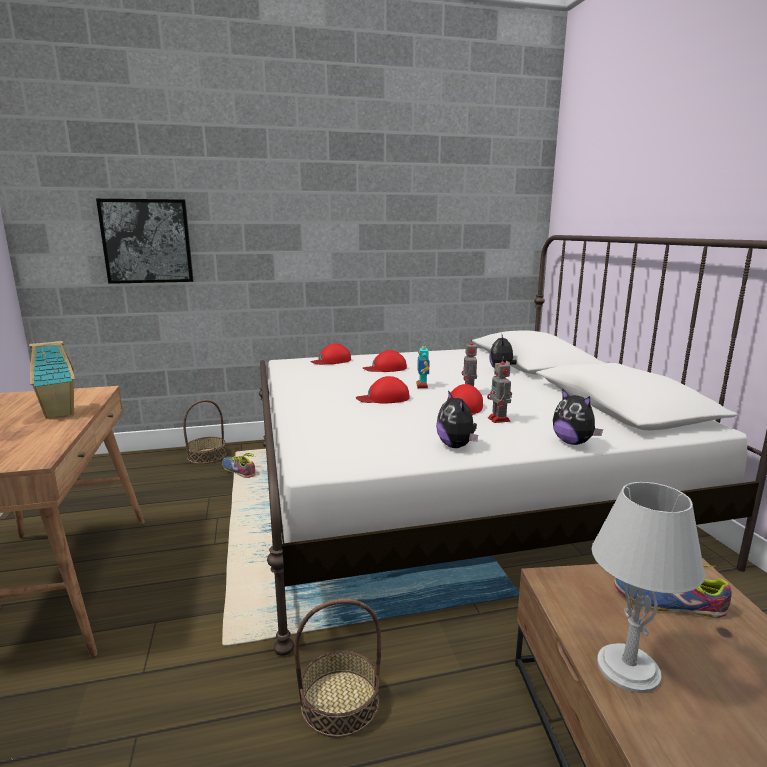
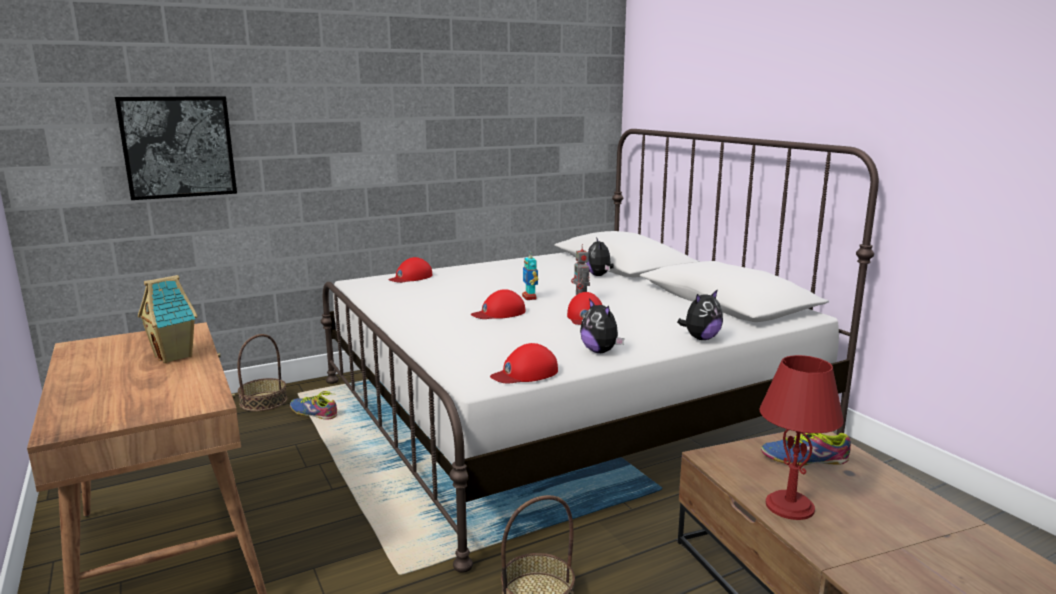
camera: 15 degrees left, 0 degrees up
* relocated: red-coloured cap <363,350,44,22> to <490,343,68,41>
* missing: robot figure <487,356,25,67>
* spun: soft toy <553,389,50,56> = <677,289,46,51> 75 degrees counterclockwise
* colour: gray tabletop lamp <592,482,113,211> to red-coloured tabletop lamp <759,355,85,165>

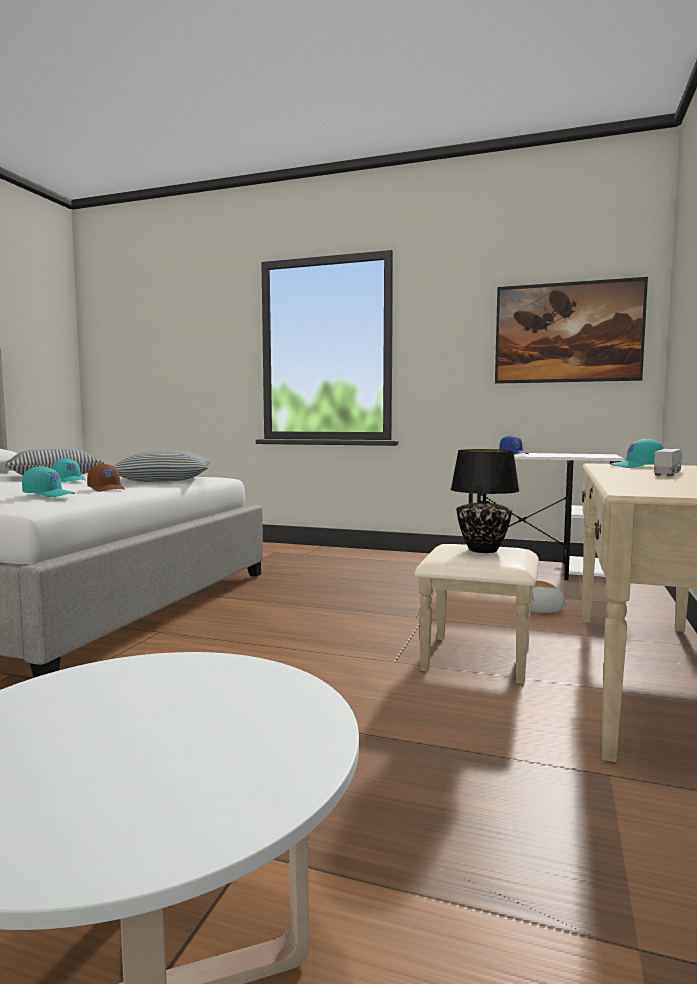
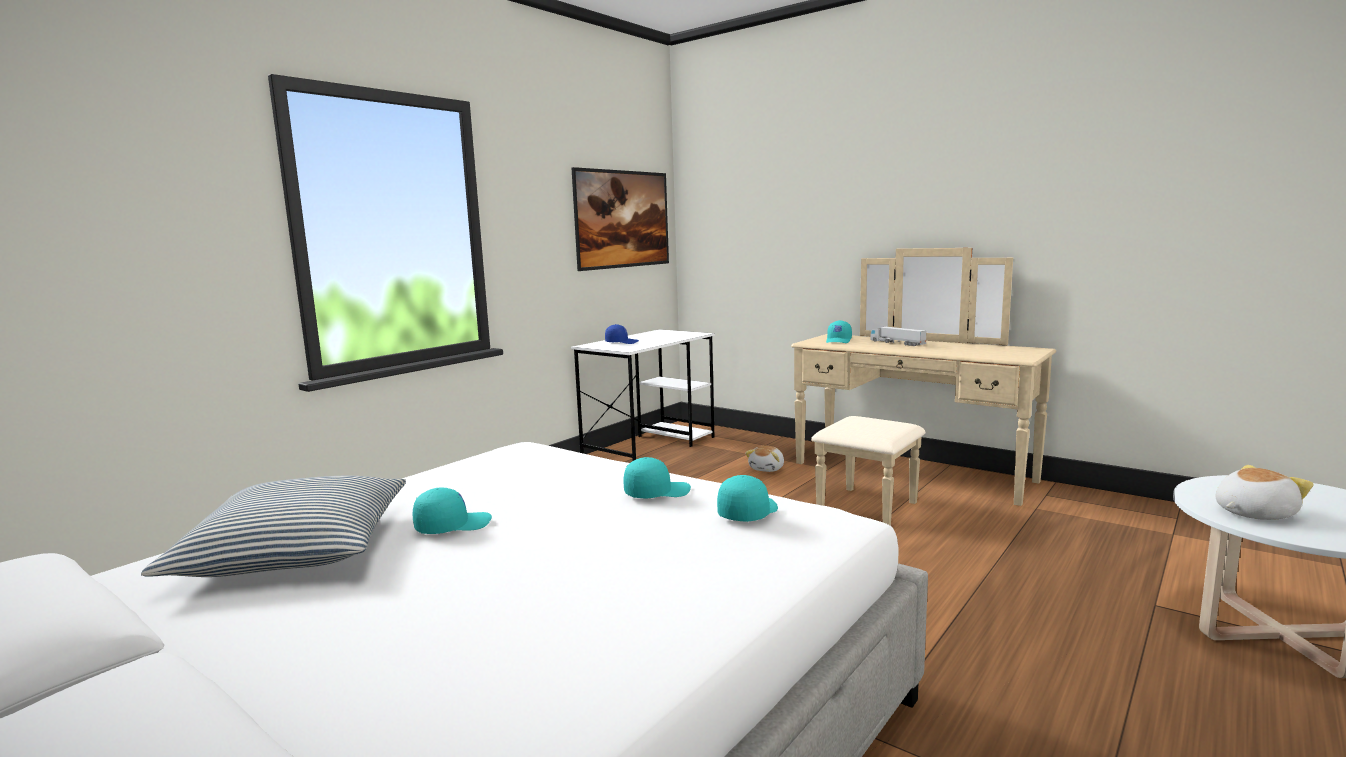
camera: 70 degrees left, 5 degrees up
* missing: blackish tabletop lamp <451,449,69,104>
* missing: pillow <113,450,97,32>
* colour: brown cap <87,463,38,29> to turquoise cap <623,457,68,41>
* appeared: soft toy <1215,465,99,55>

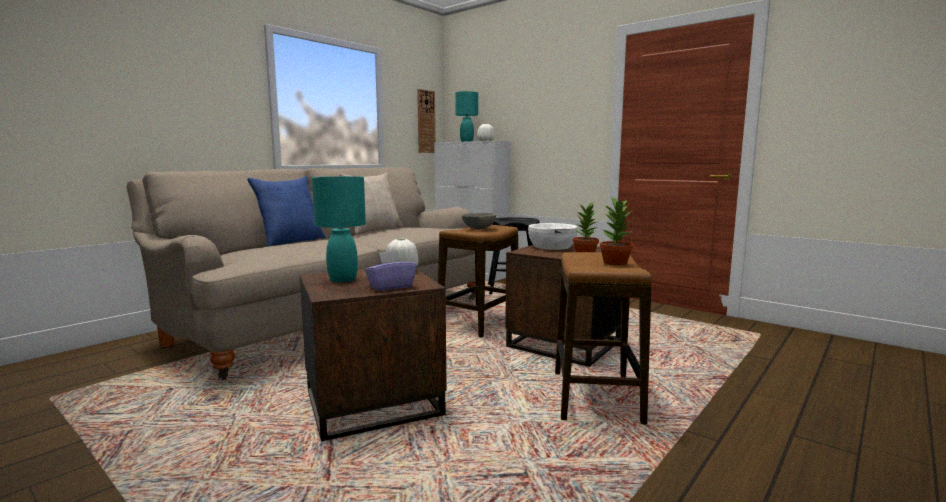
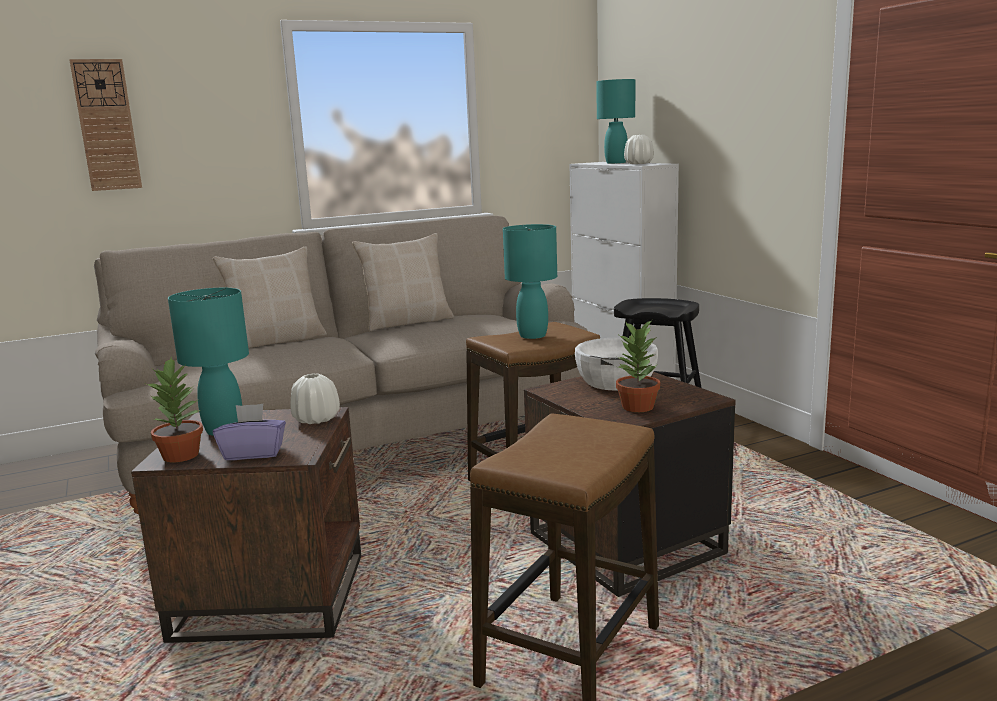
camera: 25 degrees right, 5 degrees up
* relocated: clock on the wall <417,89,19,64> to <69,59,73,132>
* colour: bluish pillow <247,176,78,71> to beige pillow <213,246,114,102>
* relocated: plant in a pot <600,196,33,69> to <147,357,56,105>
* exchanged: gray deep dish <462,213,34,16> to turquoise tabletop lamp <503,224,54,115>

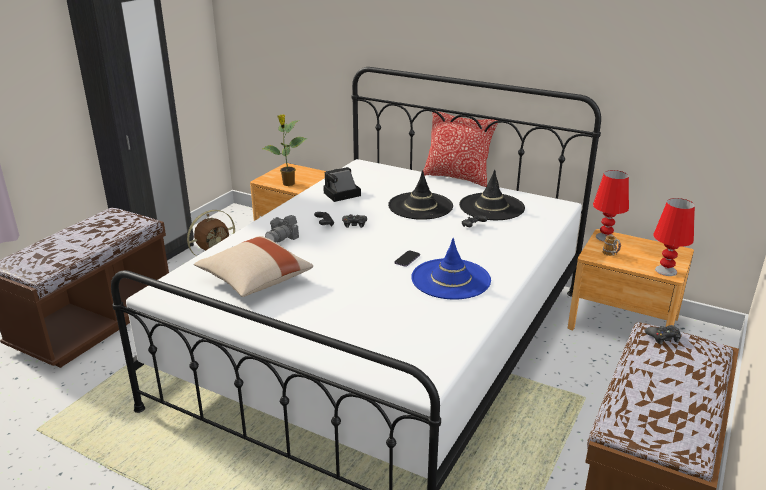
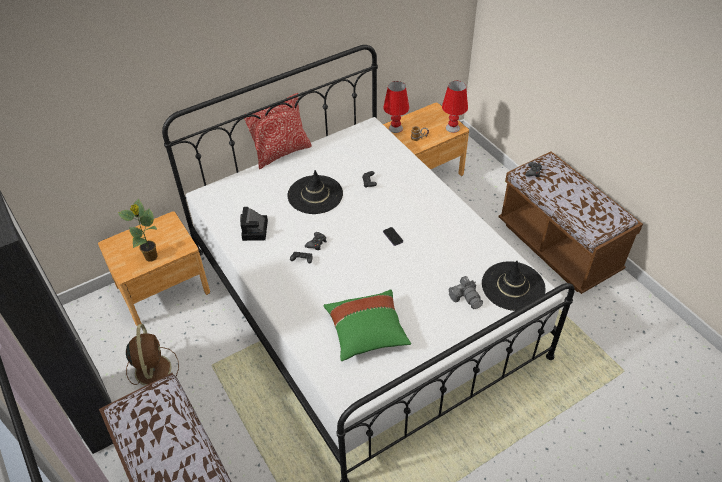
camera: 60 degrees left, 20 degrees up
* relocated: blackish clothing hat <459,169,66,51> to <482,261,63,50>
* relocated: still camera <265,215,34,28> to <448,276,35,33>
* colour: beige pillow <194,236,119,61> to greenish pillow <323,289,88,72>
* missing: bluish clothing hat <411,238,80,62>

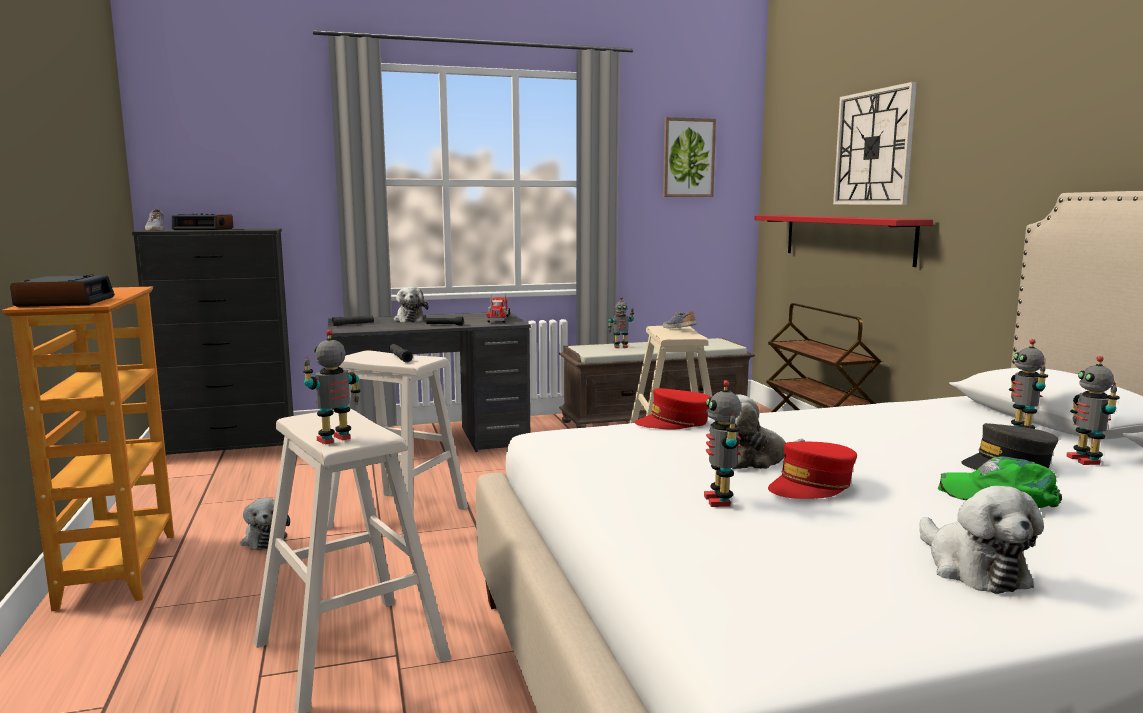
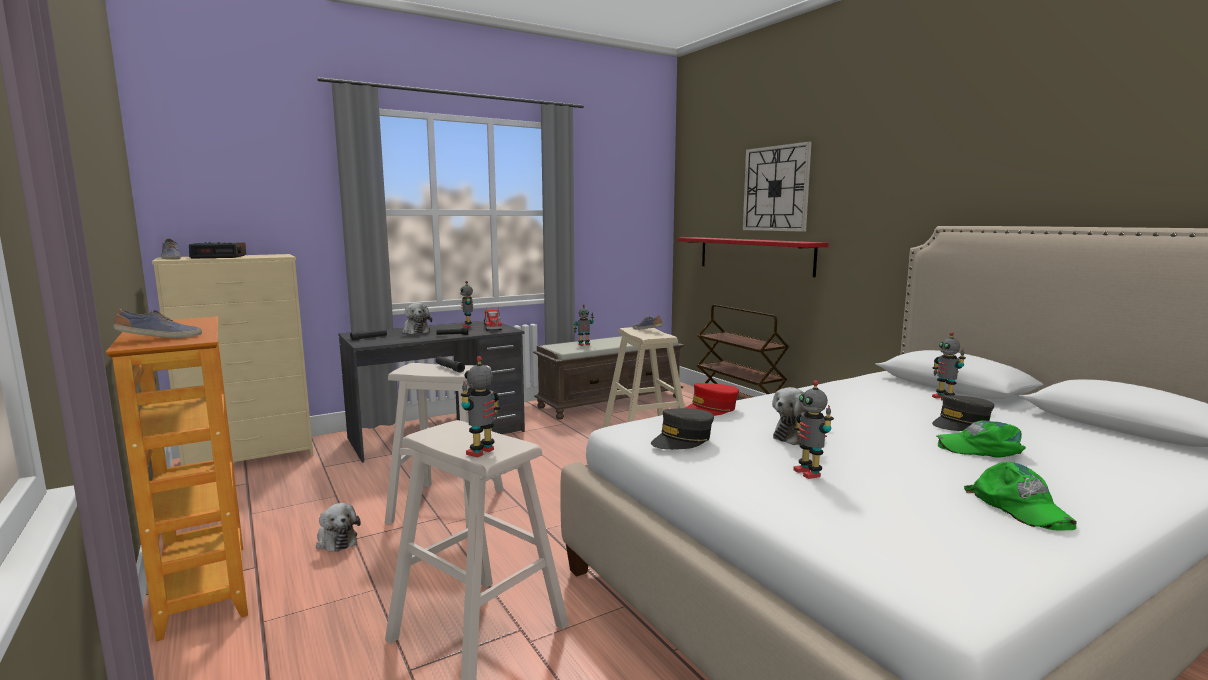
camera: 15 degrees left, 0 degrees up
* missing: picture <663,117,53,80>
* colour: blackish drawer chest <132,228,162,227> to beige drawer chest <152,254,161,212>
* exchanged: alarm clock <10,274,105,33> to shoe <113,309,89,29>
* relocated: robot figure <1066,356,54,109> to <460,281,13,46>
* missing: red-coloured cap <768,442,89,57>
* exchanged: soft toy <919,486,125,108> to greenish cap <964,462,113,69>
* appeared: gray cap <651,408,63,42>

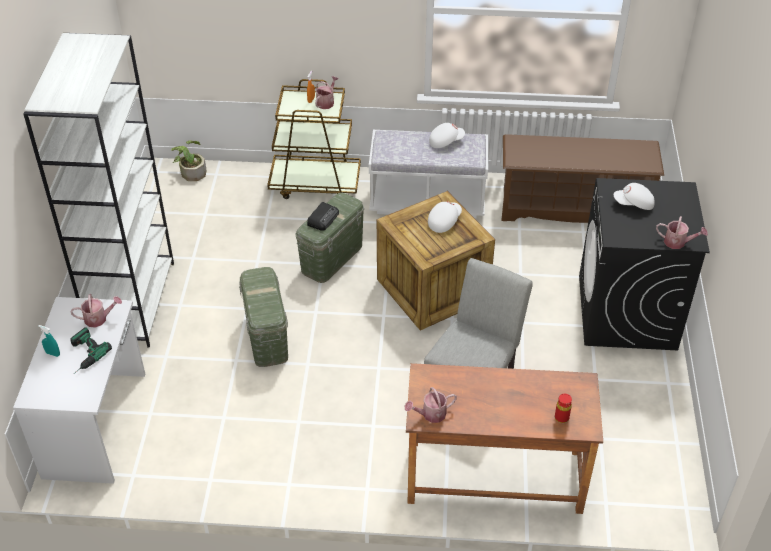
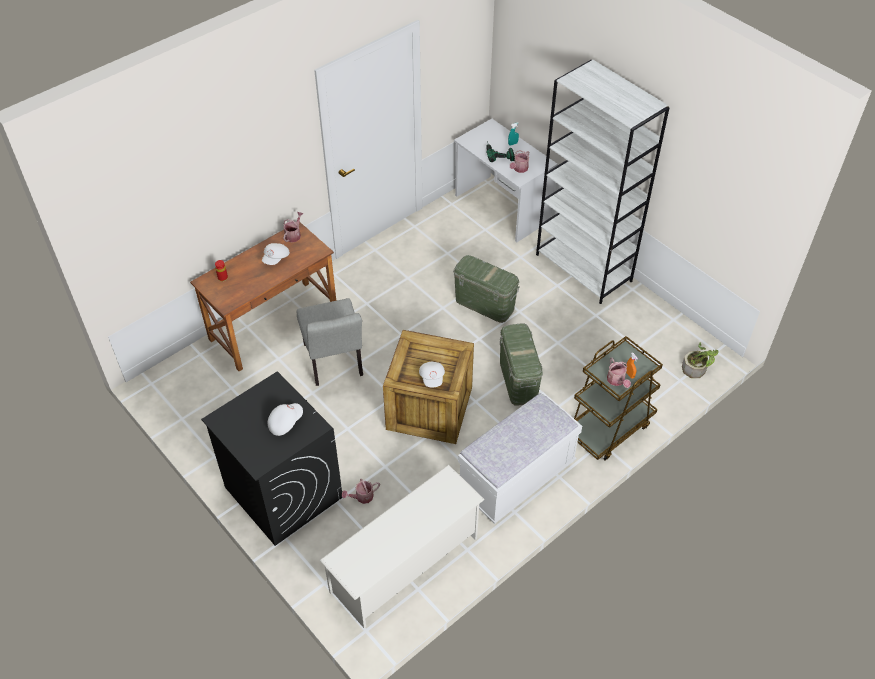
camera: 135 degrees right, 5 degrees up
* relocated: whitish cap <429,123,36,25> to <262,243,28,22>
* colour: brown shoe shelf <501,134,163,89> to whitish shoe shelf <320,465,165,163>
* missing: radio <307,202,32,29>
* relocated: watering can <656,216,52,33> to <342,479,38,25>

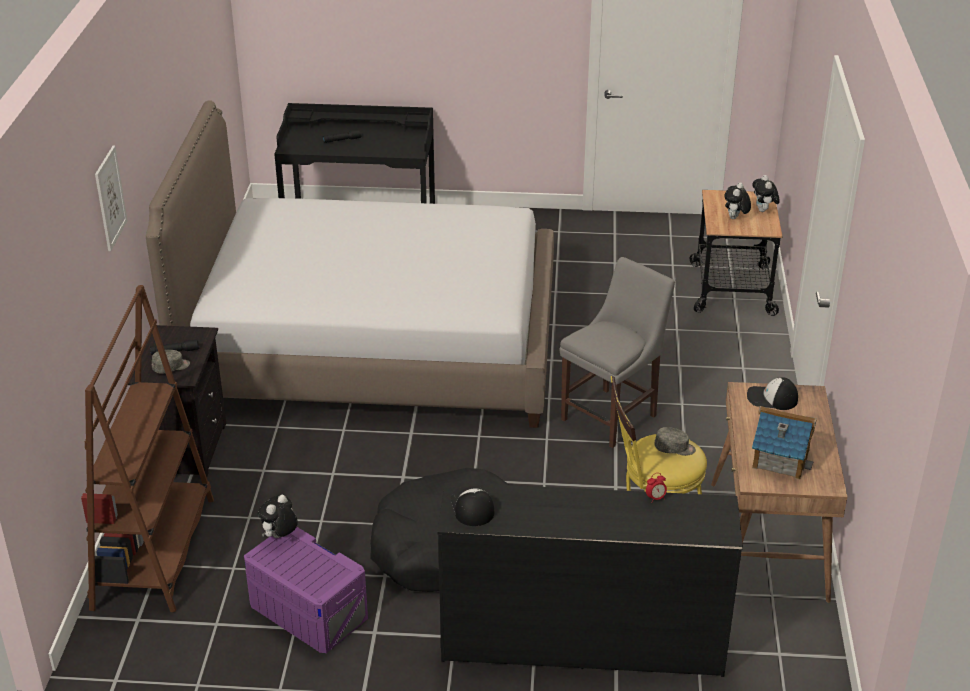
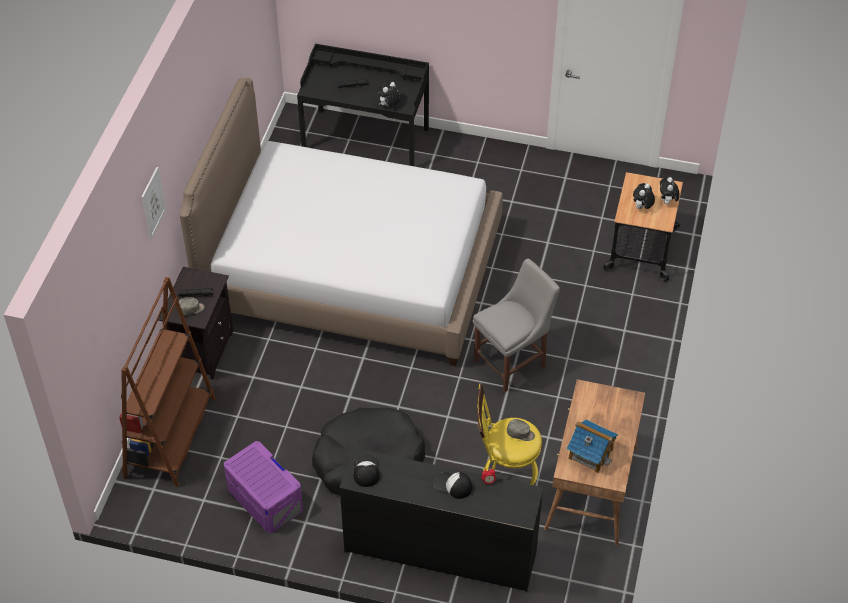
camera: 10 degrees right, 15 degrees up
* relocated: cap <747,377,51,33> to <434,472,38,27>
* relocated: soft toy <258,495,40,43> to <378,82,22,24>

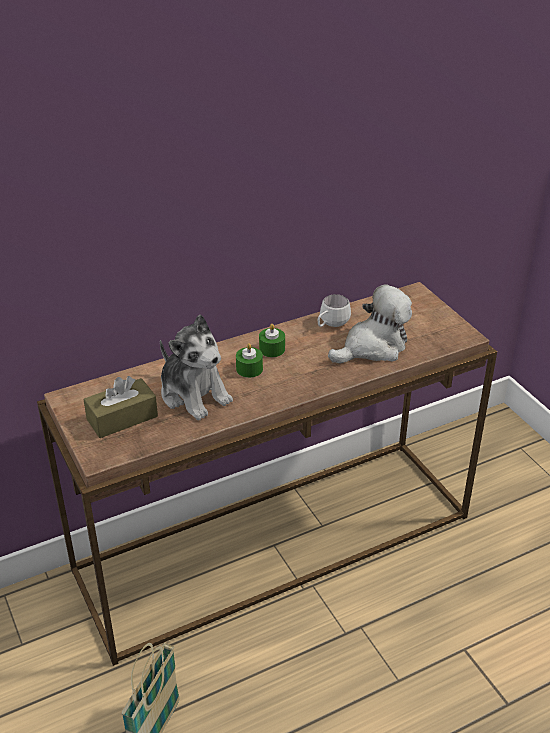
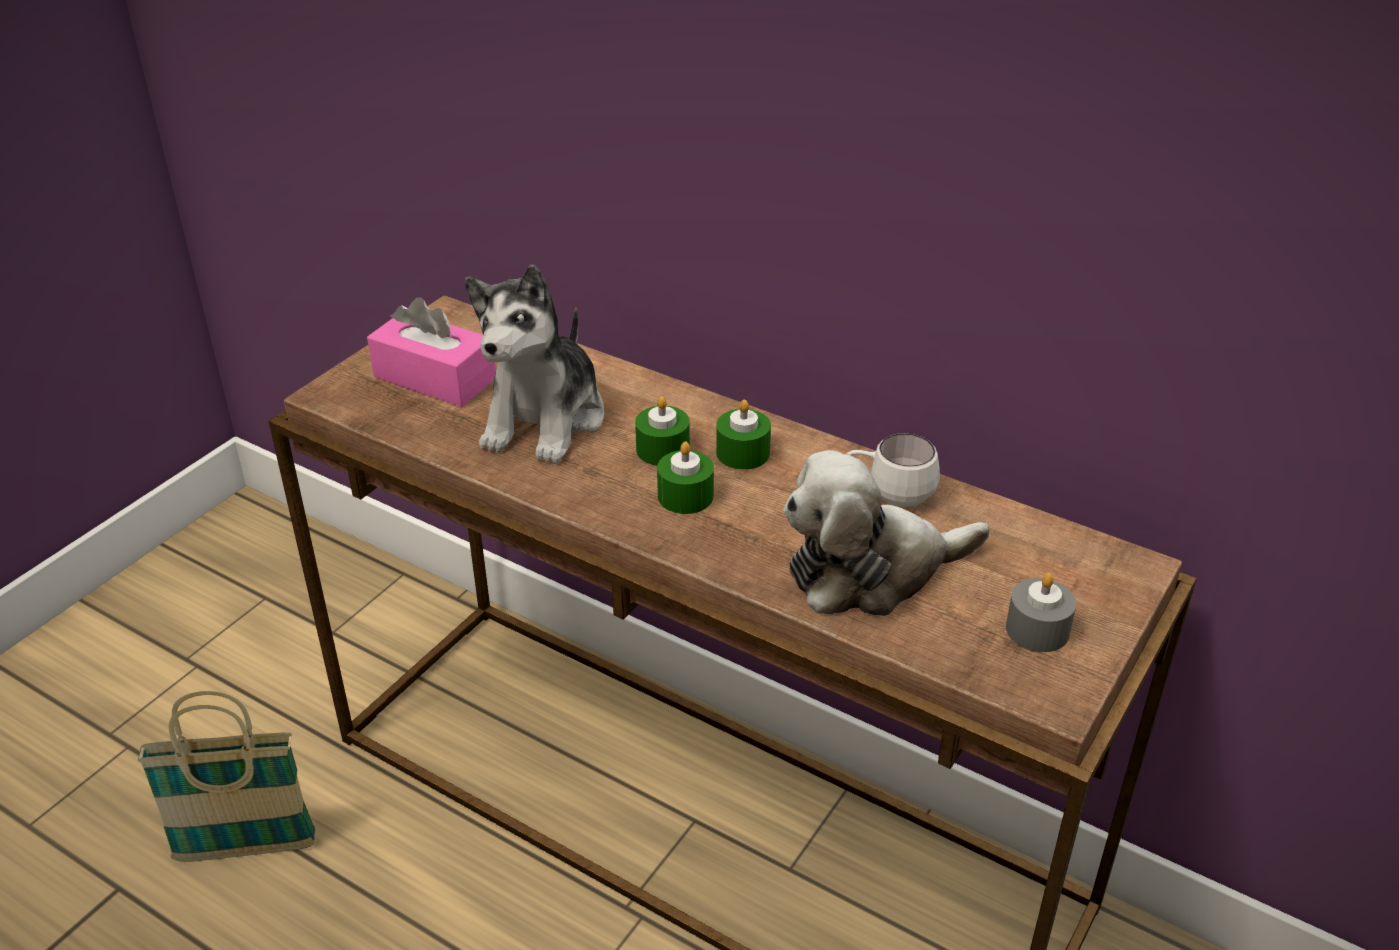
camera: 60 degrees right, 0 degrees up
* spun: soft toy <328,284,84,79> = <783,450,207,166> 135 degrees clockwise
* colour: brown tissue holder <83,376,75,62> to pink tissue holder <367,297,129,110>
* appeared: greenish wax candle <657,441,57,73>
* appeared: gray wax candle <1006,573,70,79>

